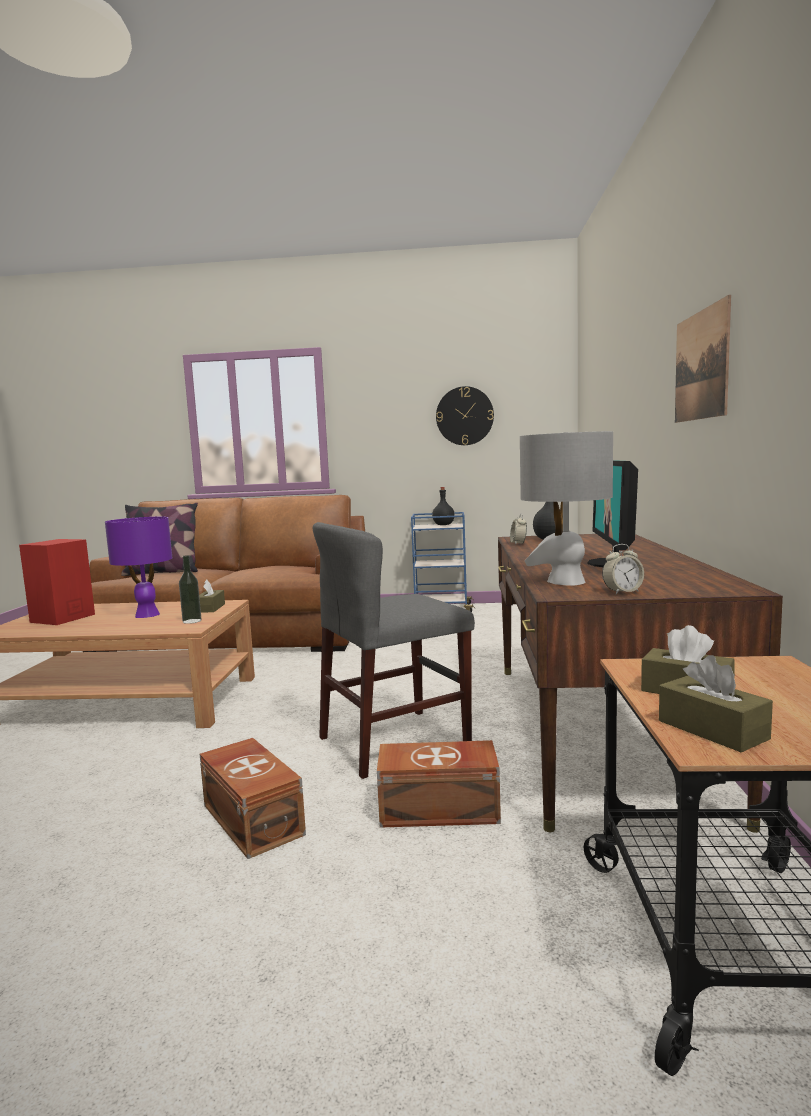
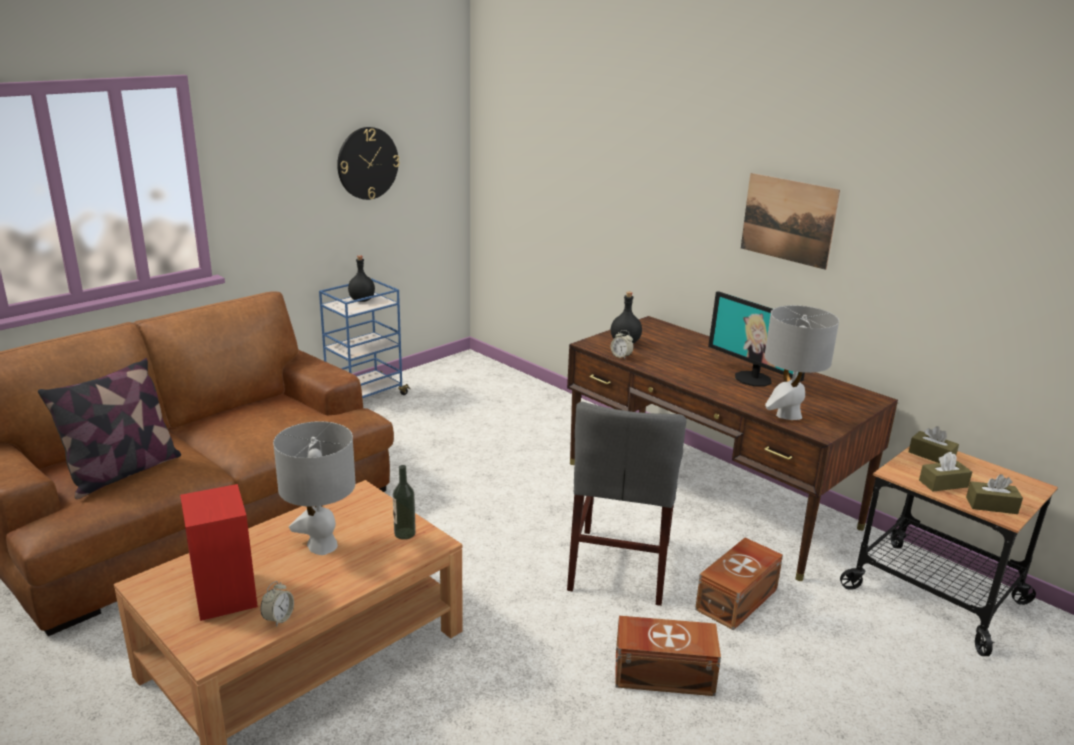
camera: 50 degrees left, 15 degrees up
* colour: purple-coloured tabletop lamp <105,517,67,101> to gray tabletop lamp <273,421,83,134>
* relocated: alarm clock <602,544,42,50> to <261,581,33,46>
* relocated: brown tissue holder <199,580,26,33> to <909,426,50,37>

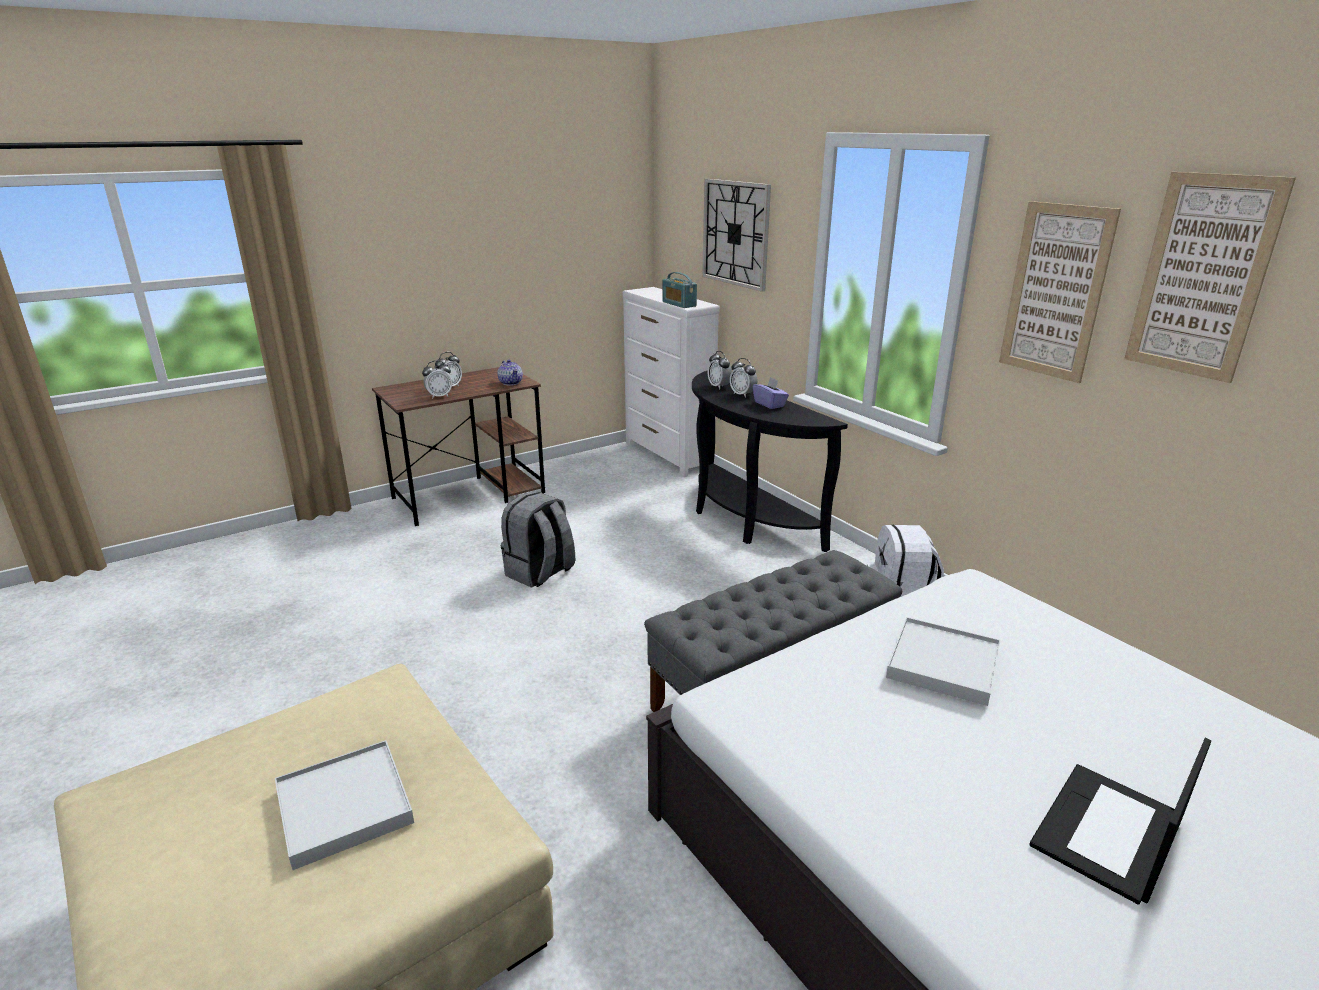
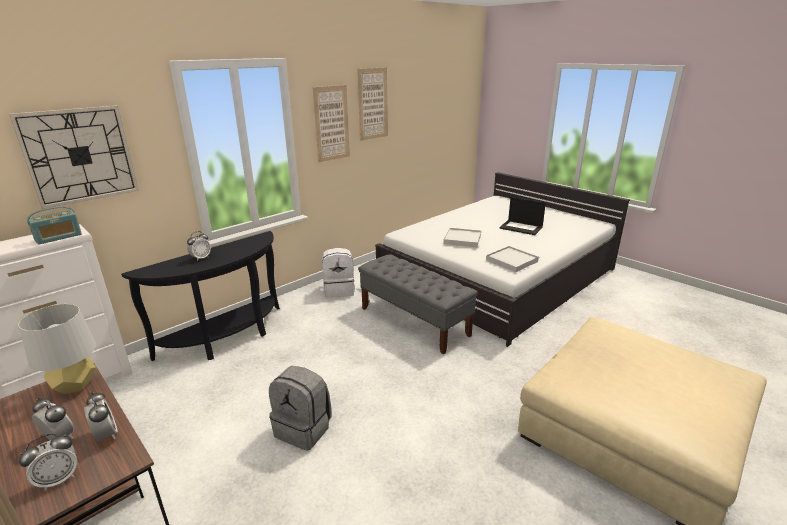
camera: 100 degrees left, 0 degrees up
* relocated: alarm clock <708,351,24,39> to <19,434,58,57>
* exchanged: teapot <497,360,26,26> to gray tabletop lamp <18,304,78,90>
* missing: purple-coloured tissue holder <753,377,36,32>
* relocated: whitish tray <275,740,139,130> to <486,246,53,26>

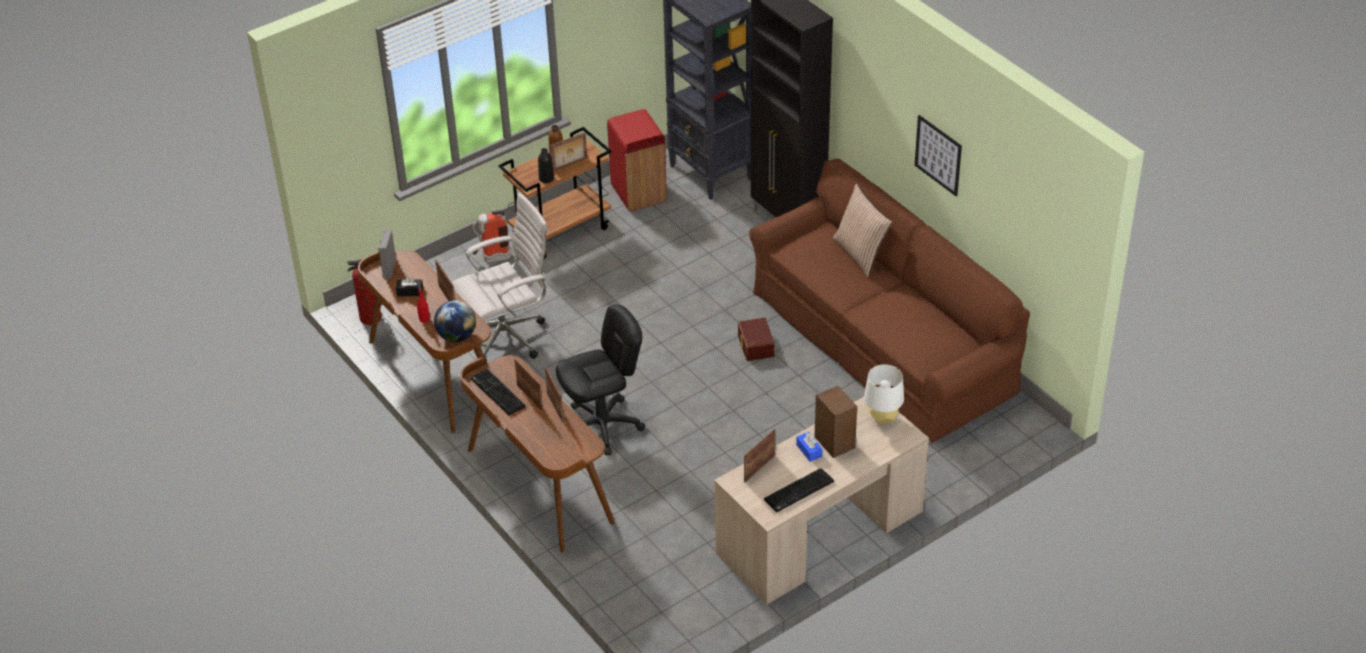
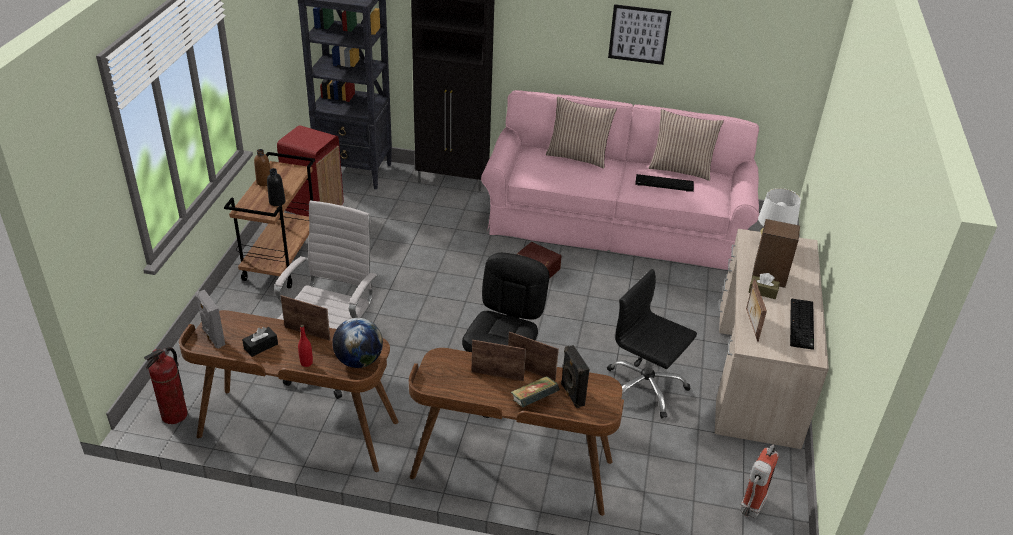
camera: 45 degrees left, 5 degrees down
* missing: photo frame <549,132,38,39>
* colour: brown settee <749,158,281,285> to pink settee <481,90,278,180>
* relocated: fire-fighting cylinder <472,209,39,54> to <740,445,39,73>
* relocated: computer keyboard <471,369,55,46> to <635,174,59,18>
* colour: bluish tissue holder <796,432,26,30> to brown tissue holder <748,273,32,26>
* appeared: pillow <649,109,75,72>
* appeared: blackish desk chair <607,269,90,149>
* appeared: blackish loudspeaker <561,345,29,63>
* appeared: book <511,376,49,32>

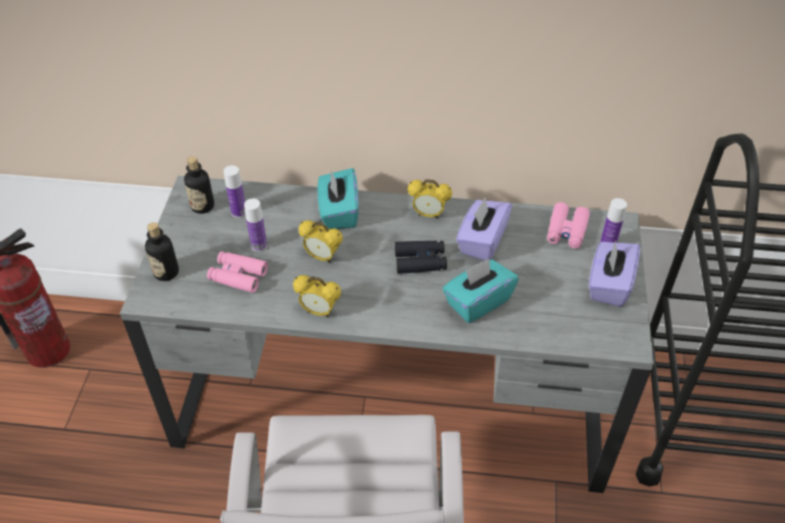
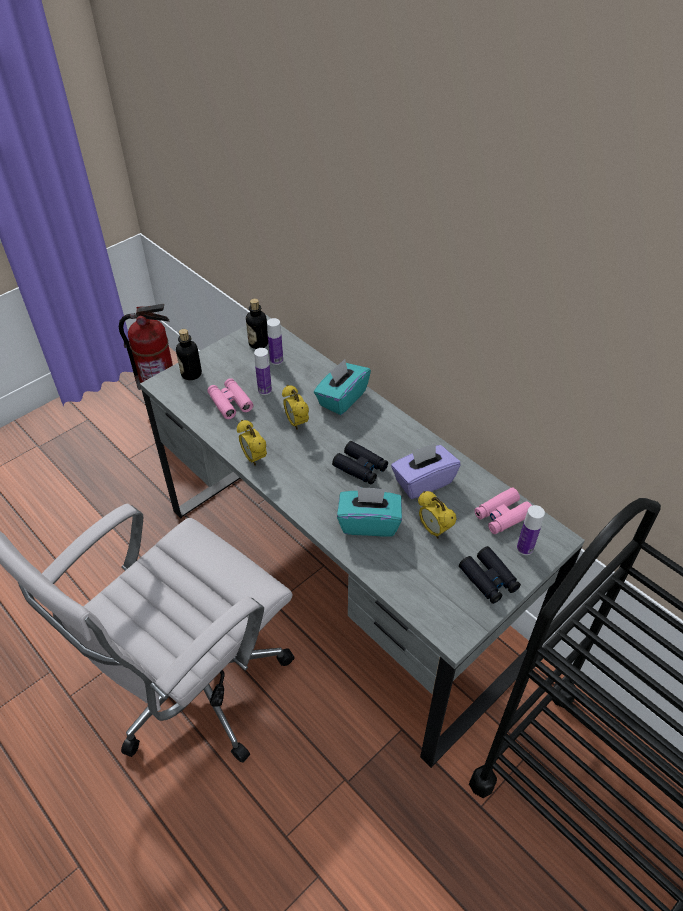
camera: 40 degrees right, 0 degrees up
* relocated: alarm clock <408,179,44,40> to <418,491,39,48>
* exchanged: purple-coloured tissue holder <589,240,51,67> to blackish field glasses <459,546,62,58>

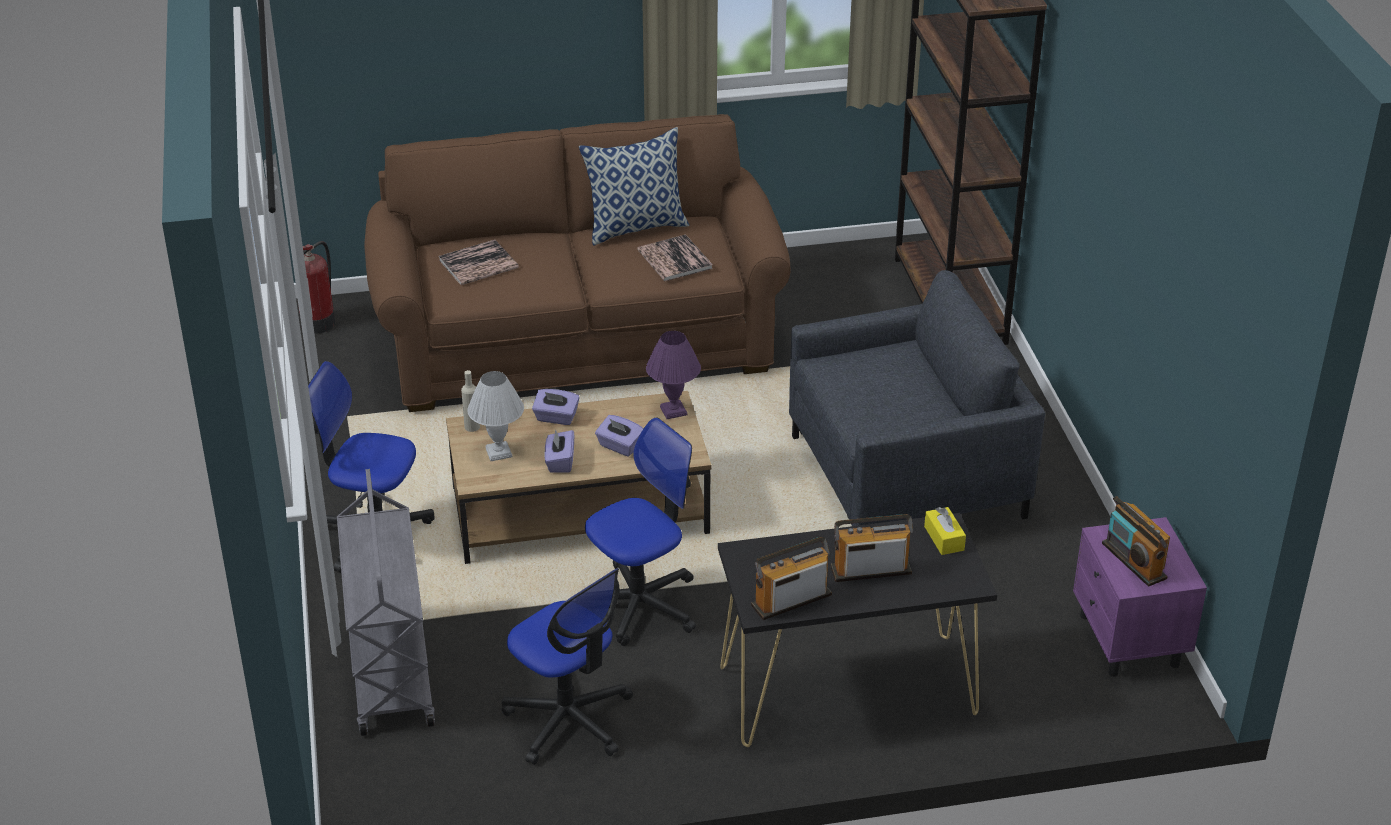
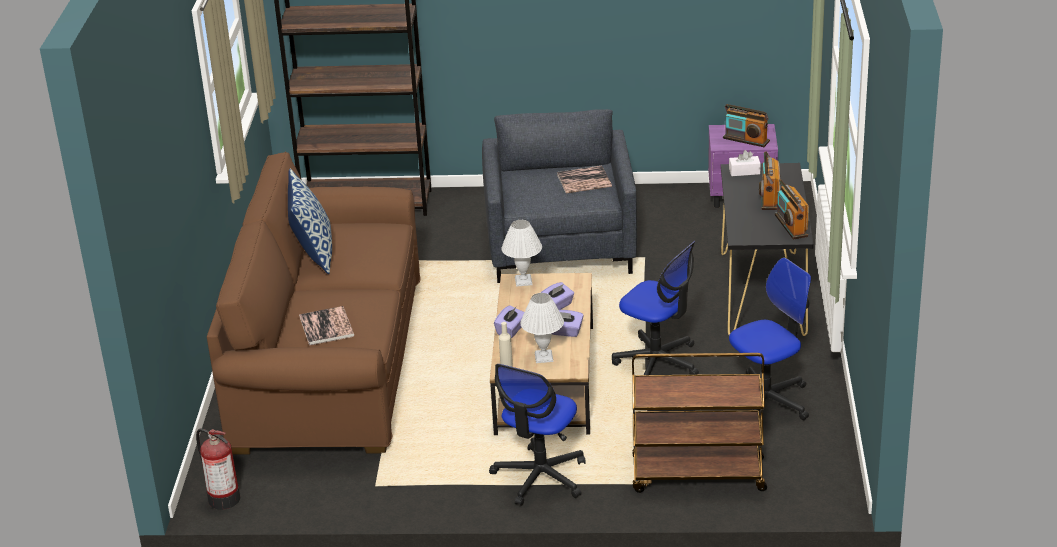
camera: 75 degrees left, 5 degrees down
* relocated: book <637,235,76,46> to <557,165,55,28>
* colour: purple-coloured tabletop lamp <646,331,55,88> to whitish tabletop lamp <501,220,41,67>
* spun: desk chair <585,417,111,229> = <612,241,87,134> 150 degrees clockwise
* colour: gray cart <337,469,98,267> to brown cart <632,353,135,140>
* spun: radio <1102,496,68,91> = <723,104,47,43> 45 degrees clockwise
* colour: yellowish tissue holder <924,507,42,48> to whitish tissue holder <729,150,32,26>

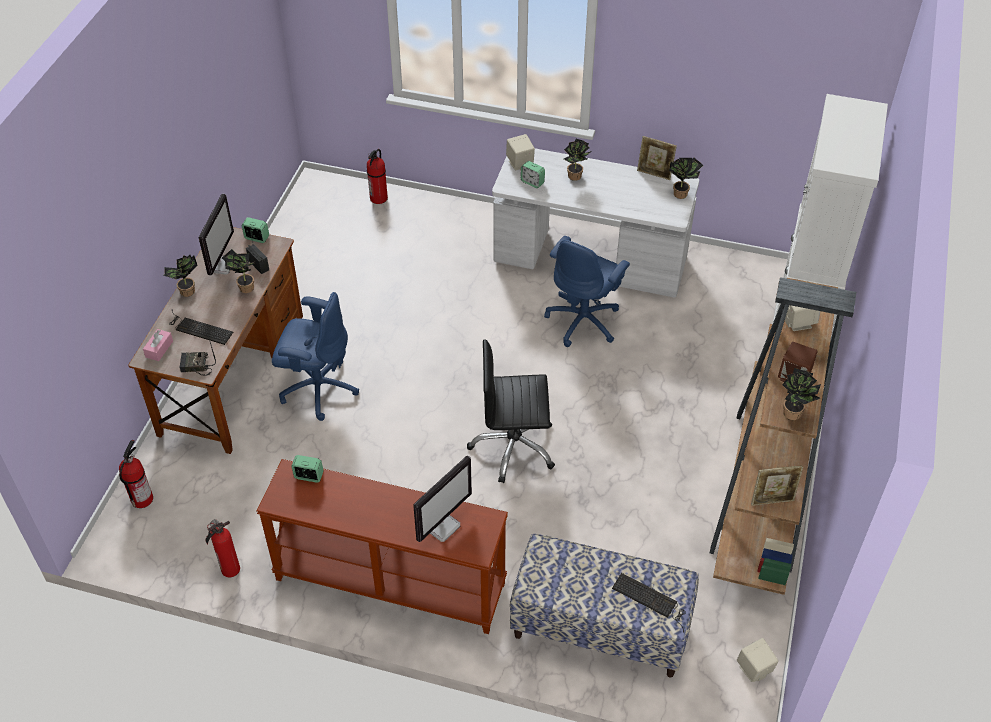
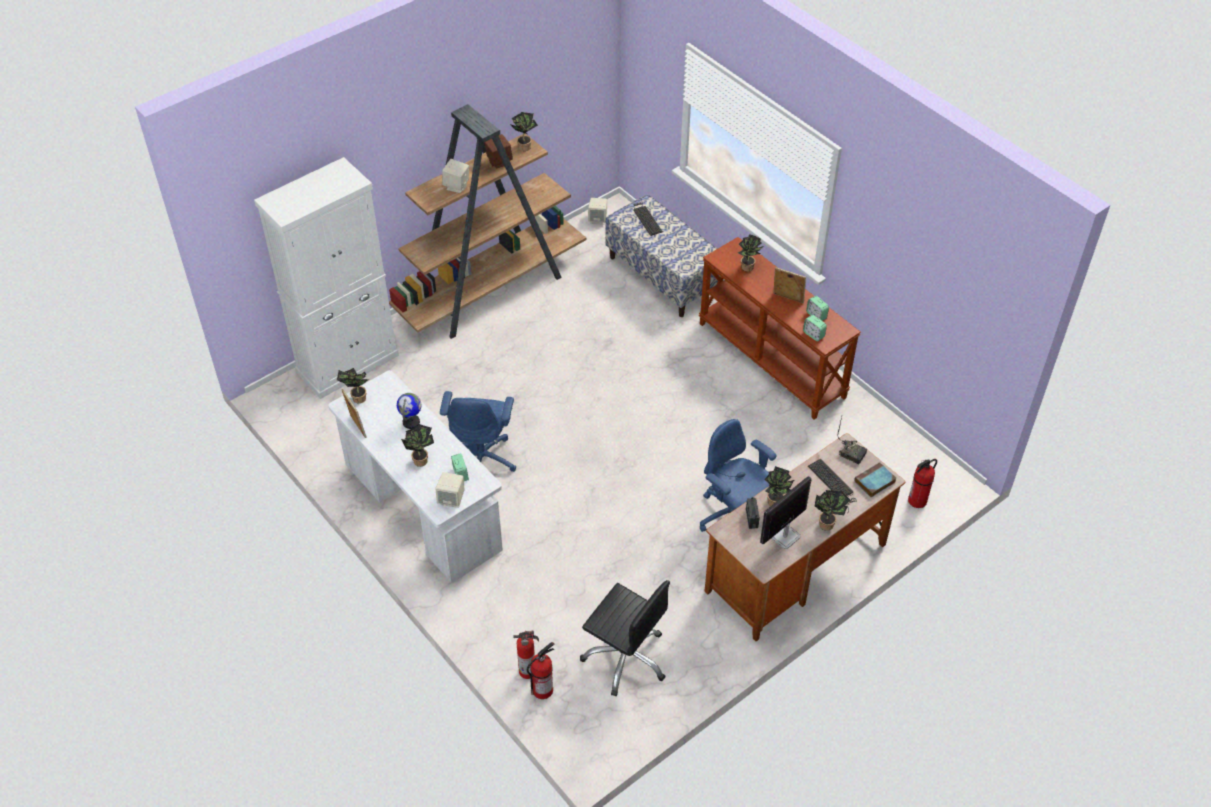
camera: 145 degrees left, 0 degrees up
* relocated: alarm clock <242,217,27,26> to <806,296,23,25>
* spun: bluish desk chair <544,236,86,111> = <440,391,76,81> 120 degrees clockwise
* exchanged: pink tissue holder <143,329,30,32> to book <854,462,42,35>
* relocated: blackish desk chair <467,339,88,144> to <580,580,90,116>
* exchanged: computer display <413,456,59,86> to plant in a pot <738,234,25,38>
* relocated: photo frame <751,465,52,41> to <773,267,33,36>
* relocated: fire-fighting cylinder <206,519,34,58> to <513,631,26,48>
* appeared: desk globe <397,393,25,36>

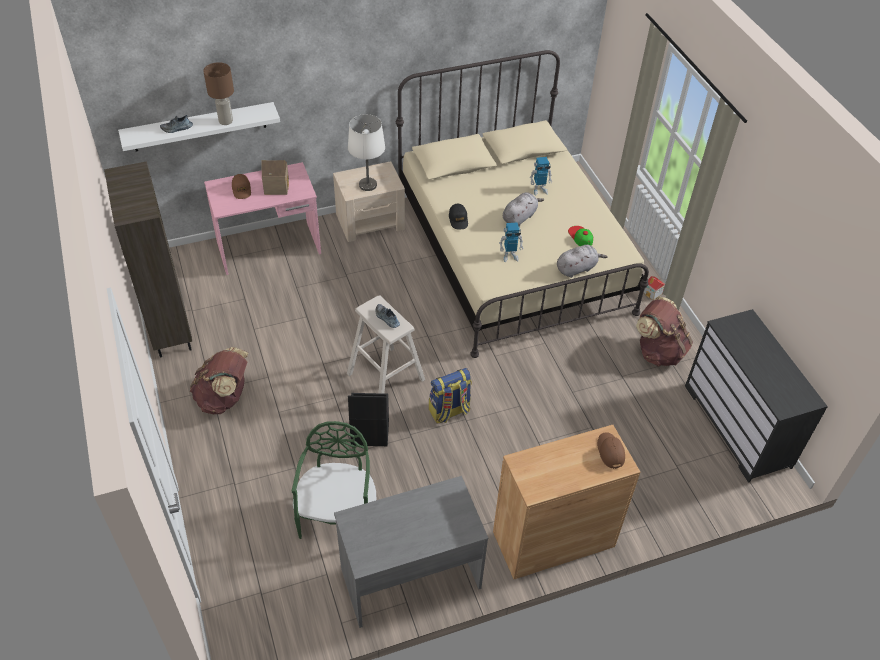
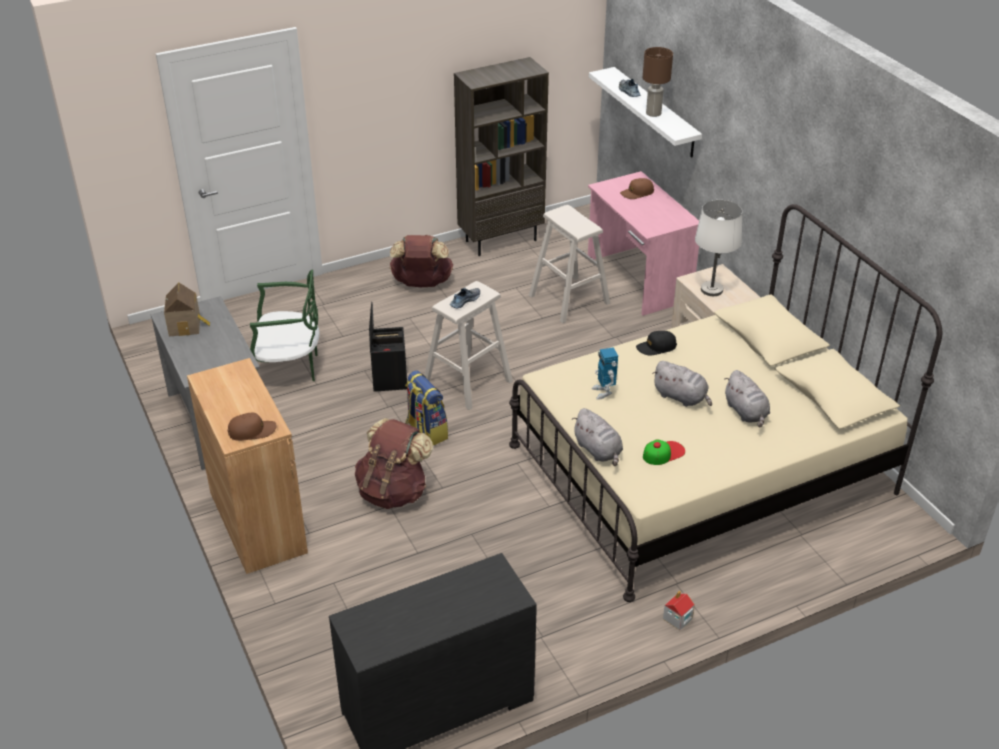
camera: 85 degrees right, 10 degrees down
* exchanged: robot figure <530,157,22,38> to gray soft toy <724,370,46,58>
* relocated: miniature house <262,160,27,35> to <164,282,46,54>
* relocated: brown backpack <636,297,57,69> to <355,418,78,91>
* appeared: beige stool <529,205,81,118>

